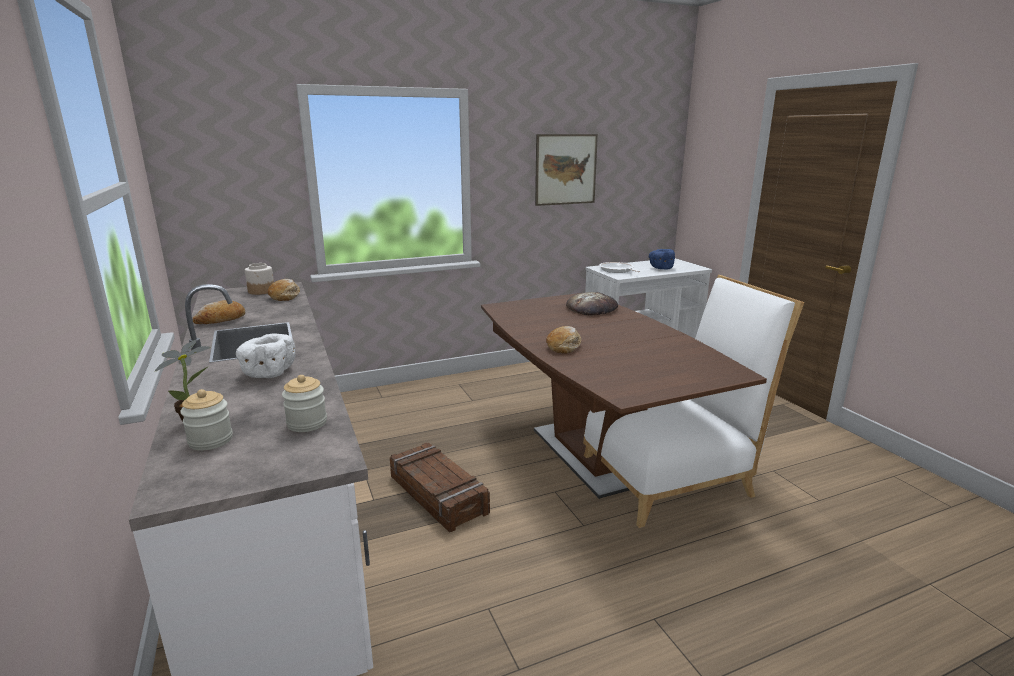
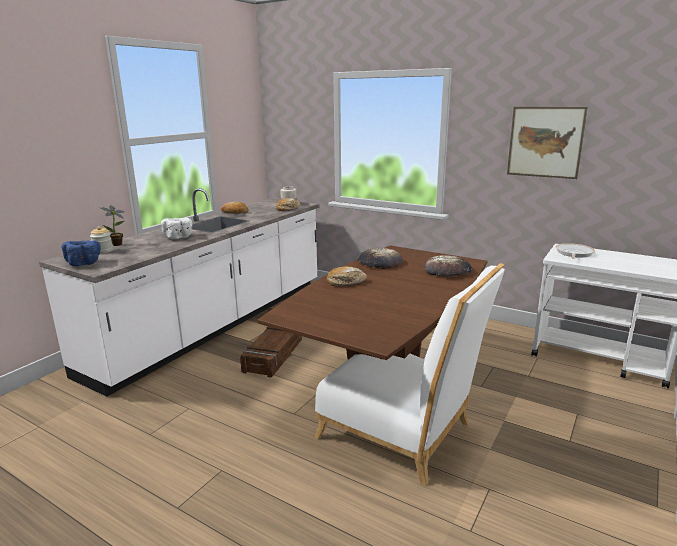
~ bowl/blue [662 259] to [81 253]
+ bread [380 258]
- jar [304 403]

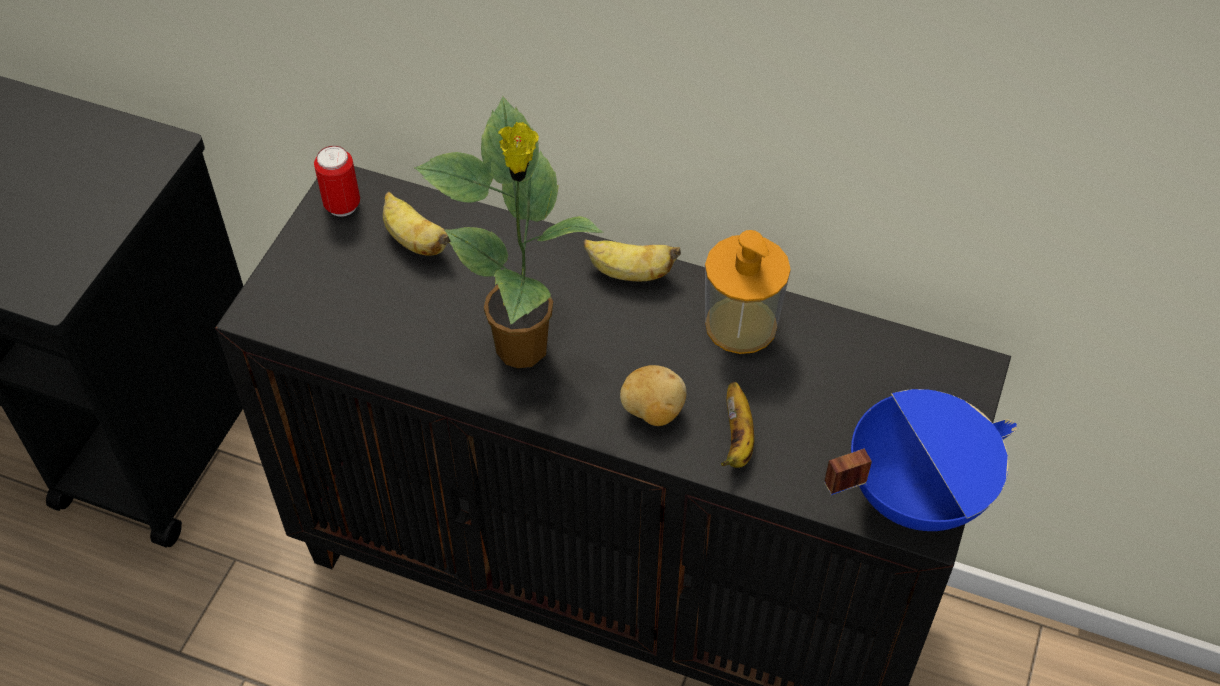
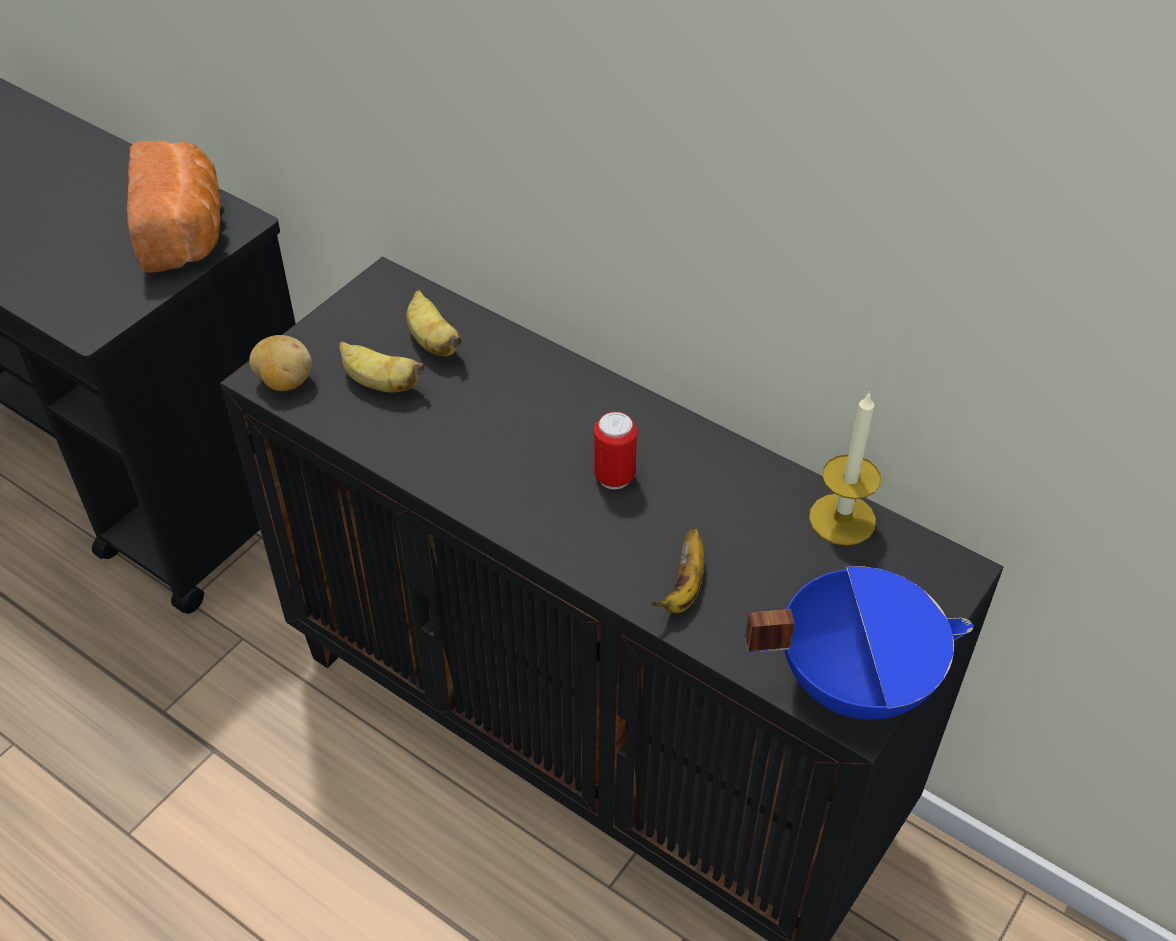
+ bread [174 207]
~ potato [653 395] to [280 363]
~ banana [632 260] to [381 366]
~ can [337 181] to [615 450]
+ candle [845 468]
- potted plant [508 232]
- soap dispenser [748 292]

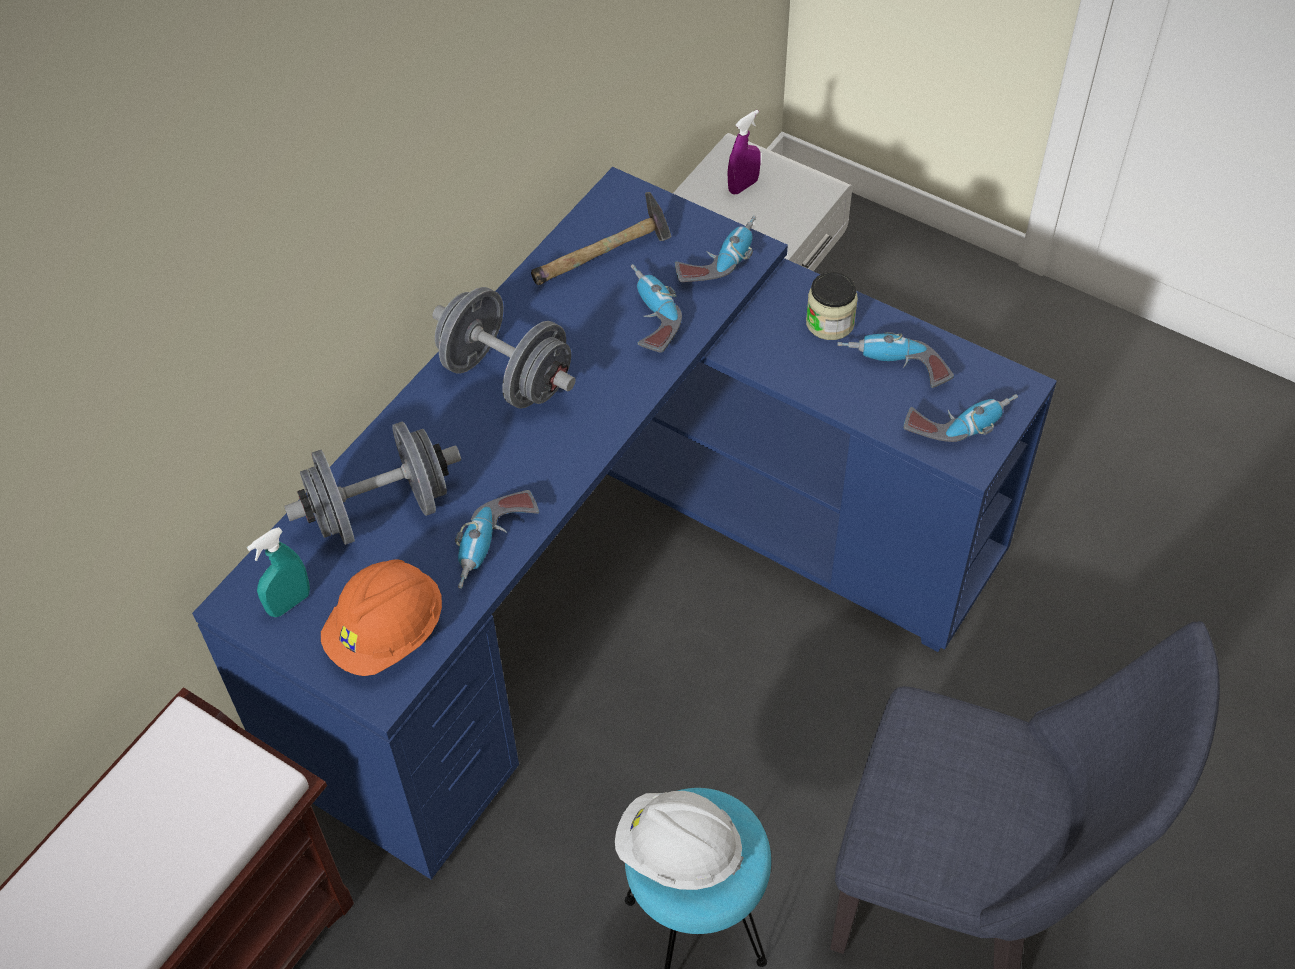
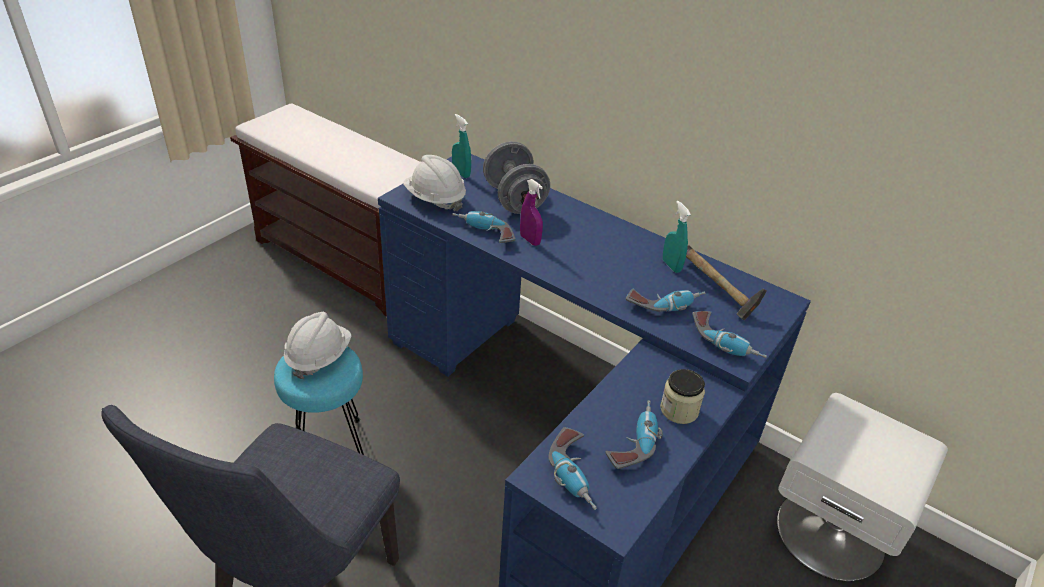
~ hard hat/orange [381 617] to hard hat/white [434 183]
~ spray bottle/purple [743 152] to [531 212]
+ spray bottle/turquoise [677 237]
- dumbbell/grey [504 348]

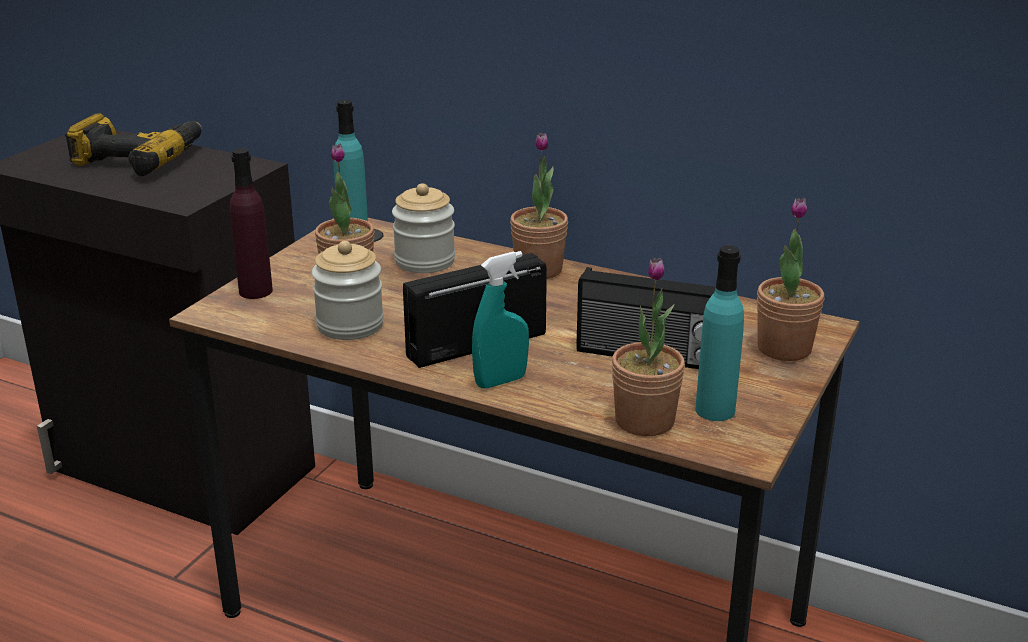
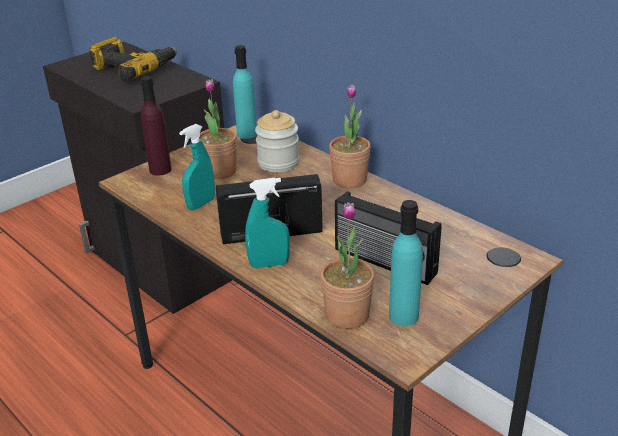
~ jar [348 290] to spray bottle/turquoise [197 167]
- potted plant [790 279]

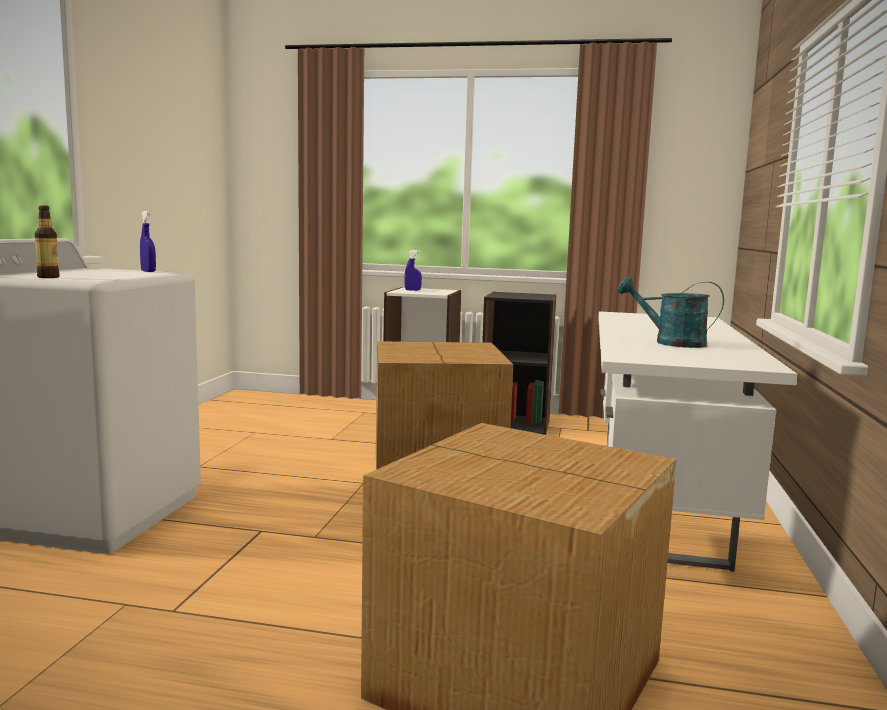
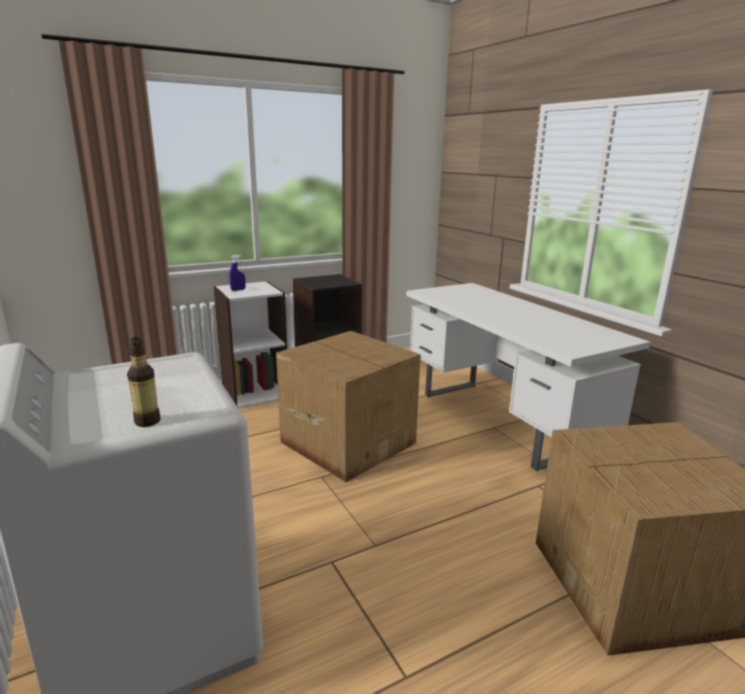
- spray bottle/blue [148 241]
- watering can/turquoise [671 312]

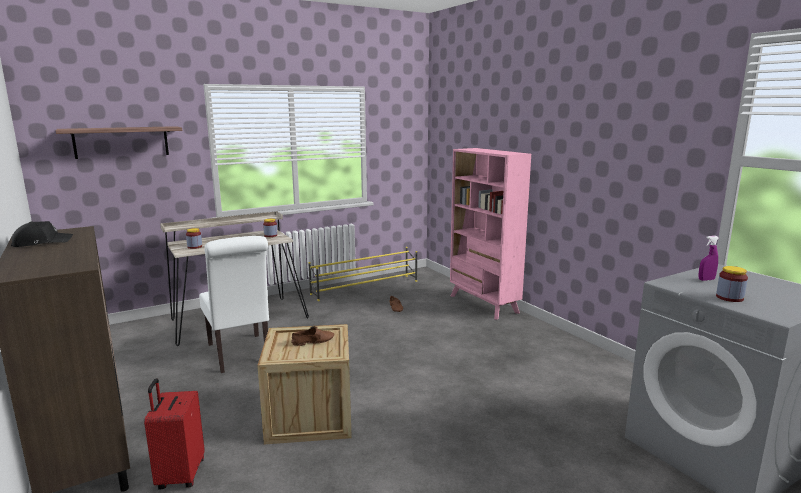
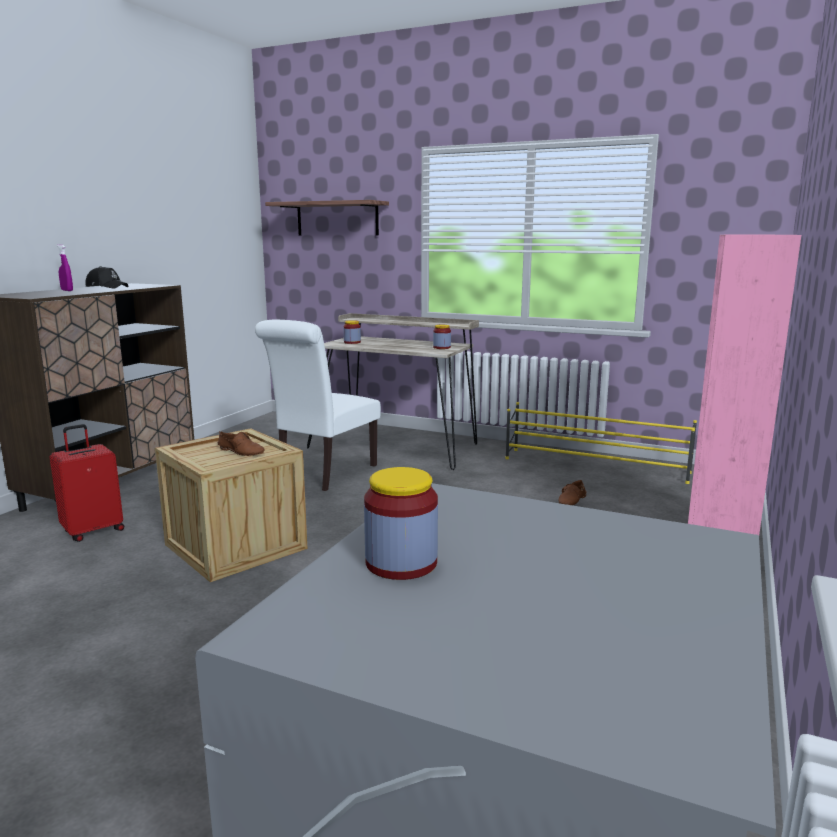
~ spray bottle/purple [708 258] to [65 268]

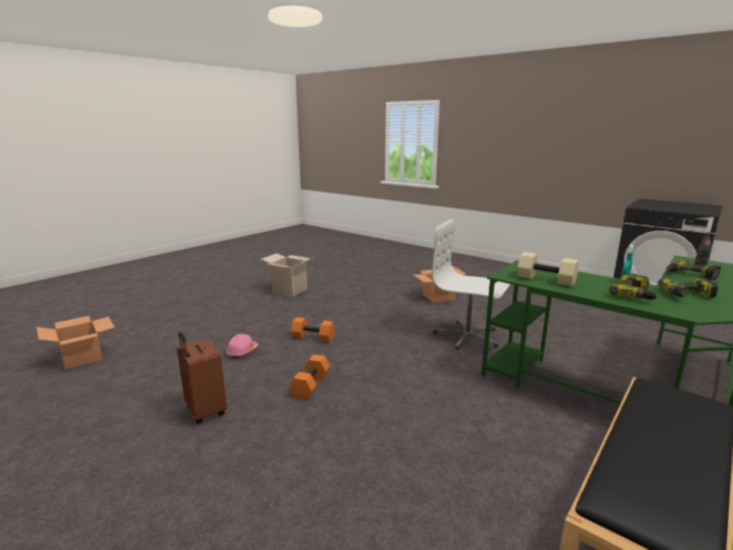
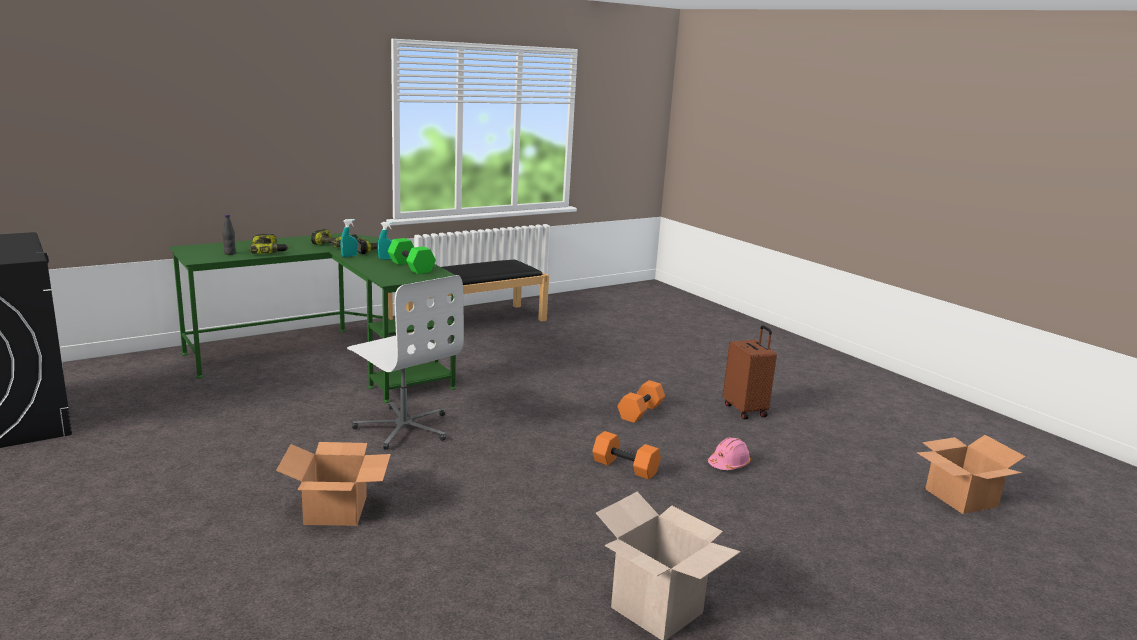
+ spray bottle/turquoise [385 240]
~ dumbbell/beige [548 269] to dumbbell/green [412 256]

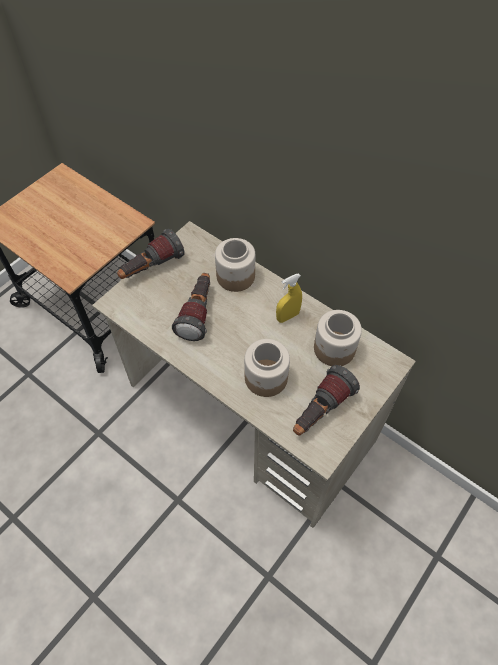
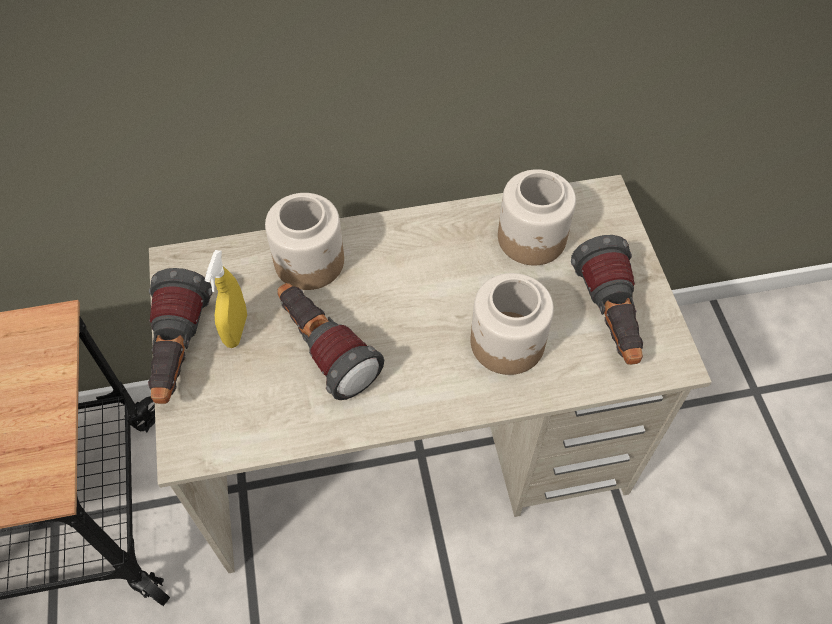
~ spray bottle/yellow [289 298] to [226 299]

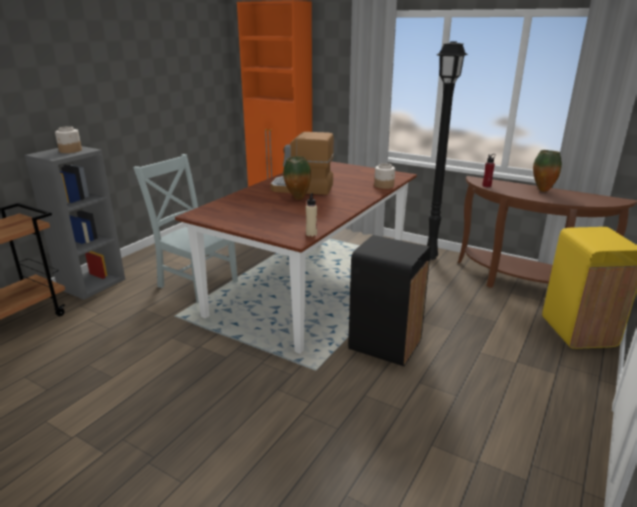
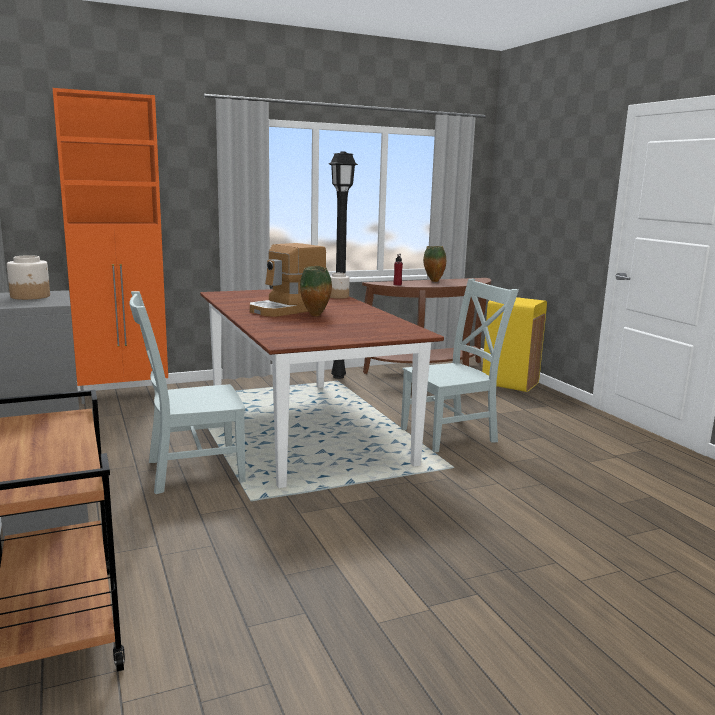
~ trash can/black [390 300] to chair/grey [460 366]
- bottle/beige [311 215]

